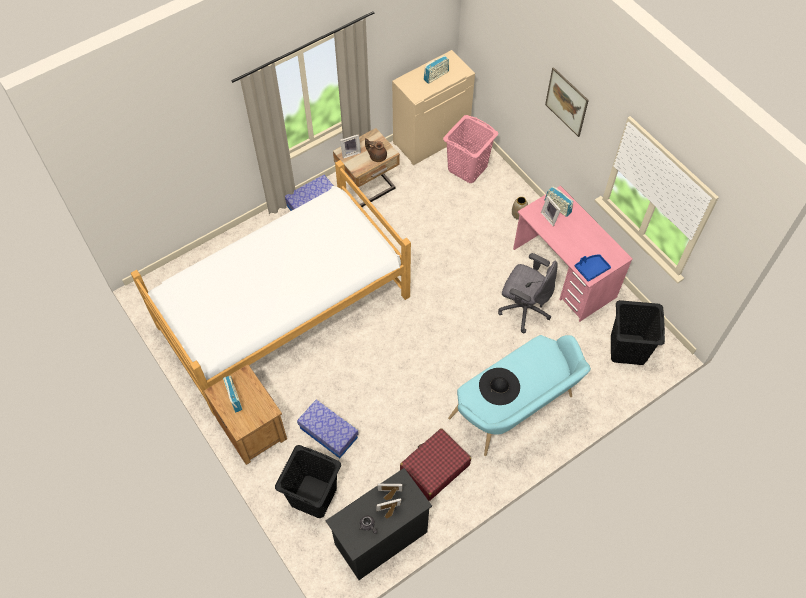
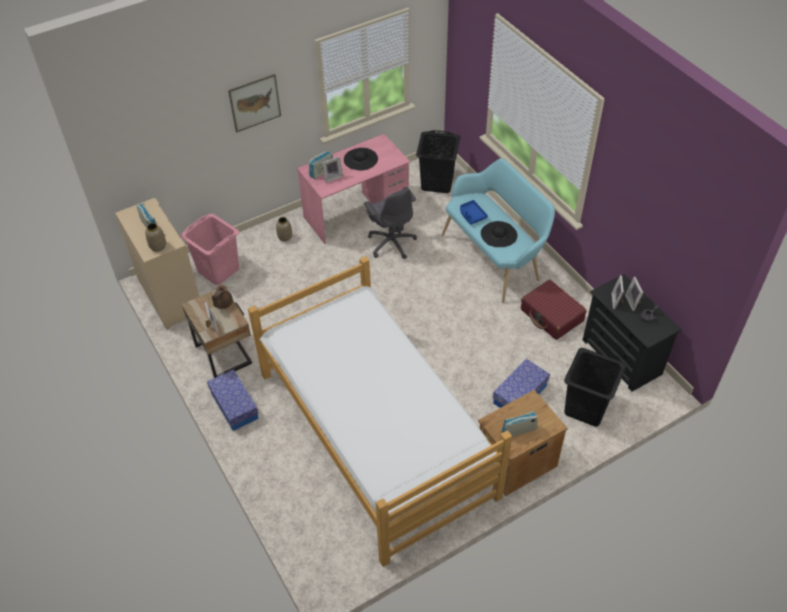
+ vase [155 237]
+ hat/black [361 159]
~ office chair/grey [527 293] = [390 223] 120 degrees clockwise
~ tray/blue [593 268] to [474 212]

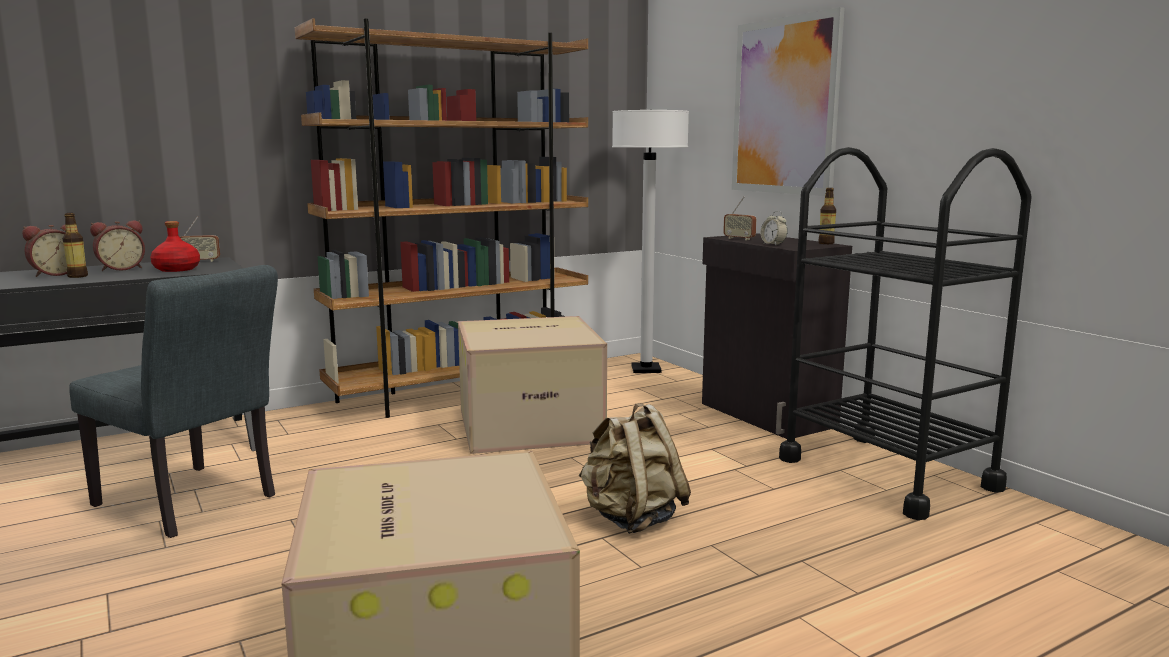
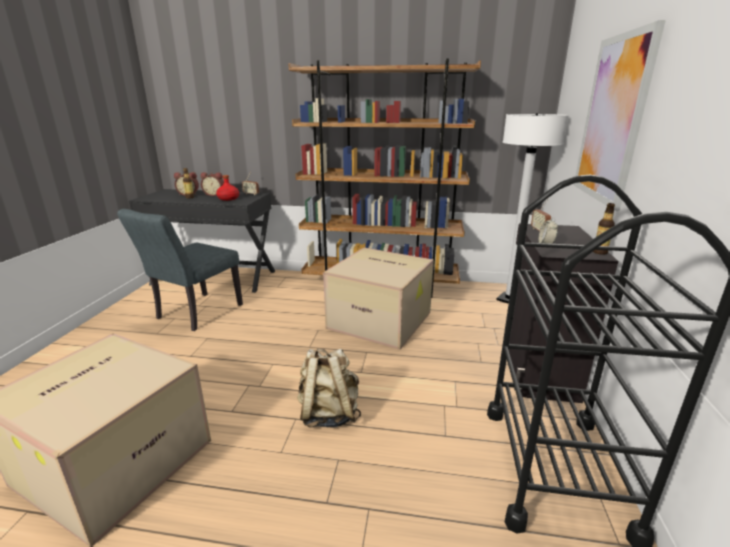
~ chair/grey [173 401] = [180 270] 45 degrees clockwise

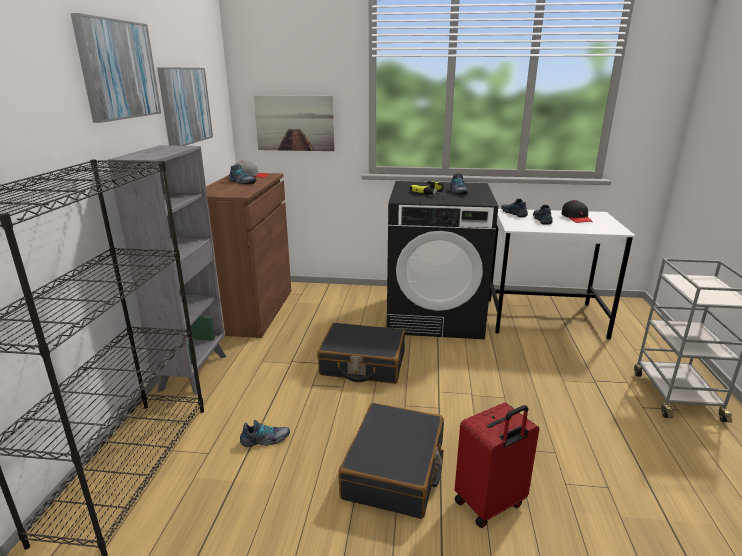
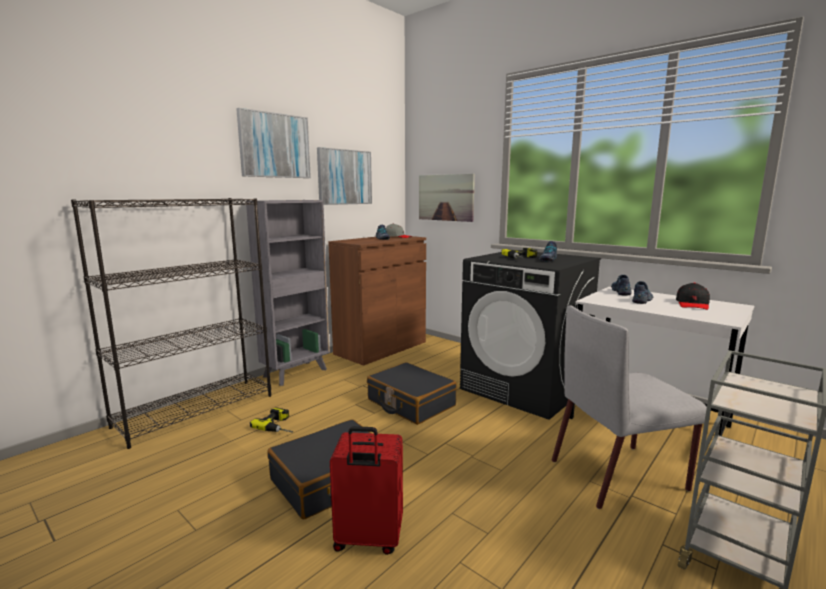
~ shoe [265 433] to power drill [271 420]
+ chair/grey [631 407]

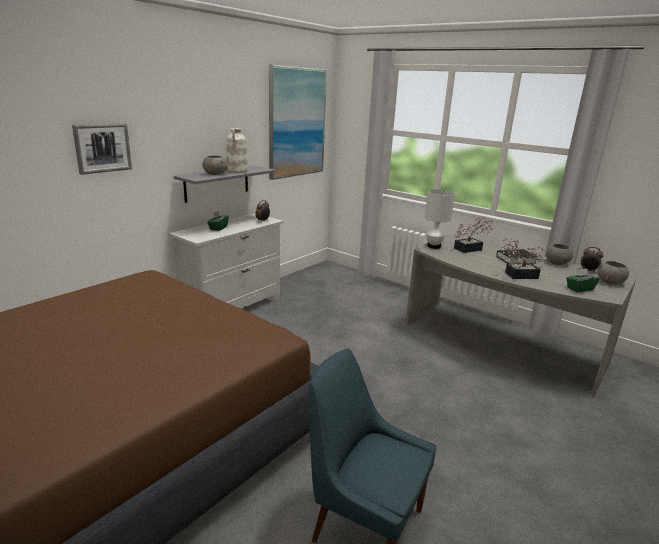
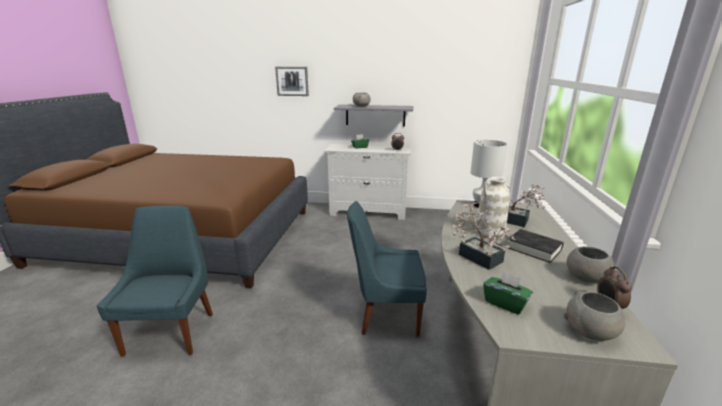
+ chair/blue [387 269]
~ vase/white [237 150] to [492 208]
- picture [298 122]

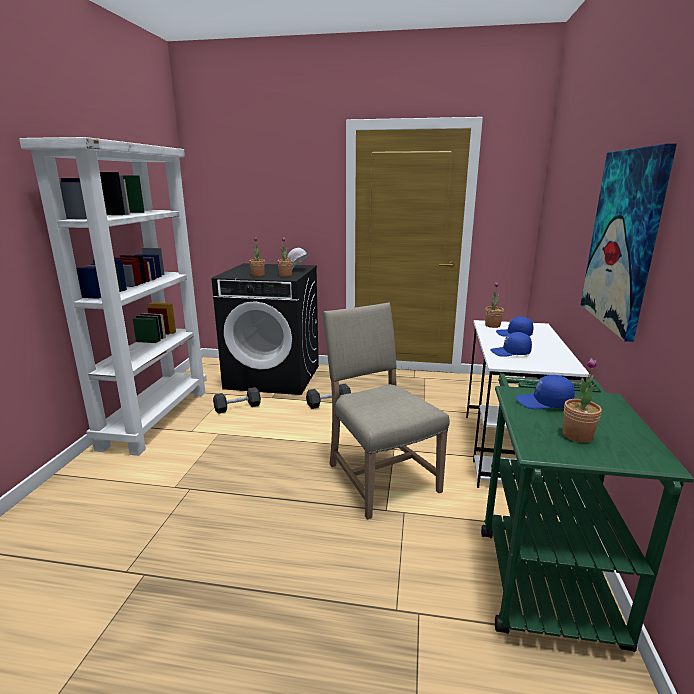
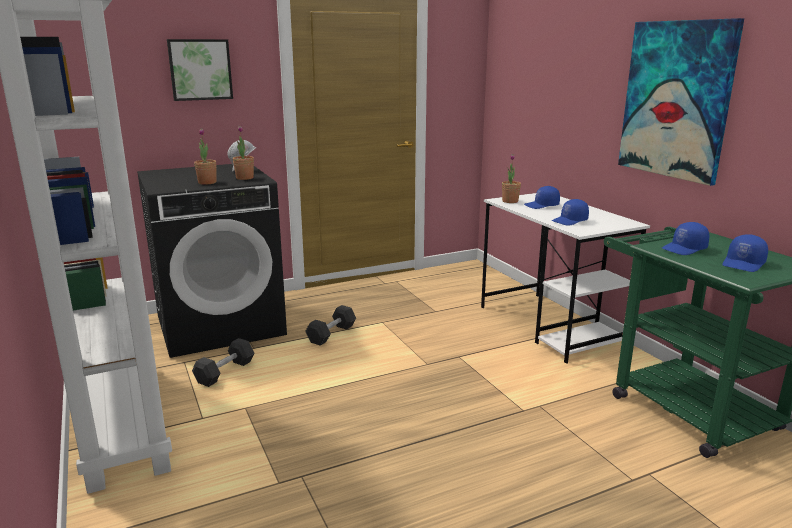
+ picture [200 70]
~ potted plant [582 400] to cap/blue [745 253]
- chair/beige [386 411]

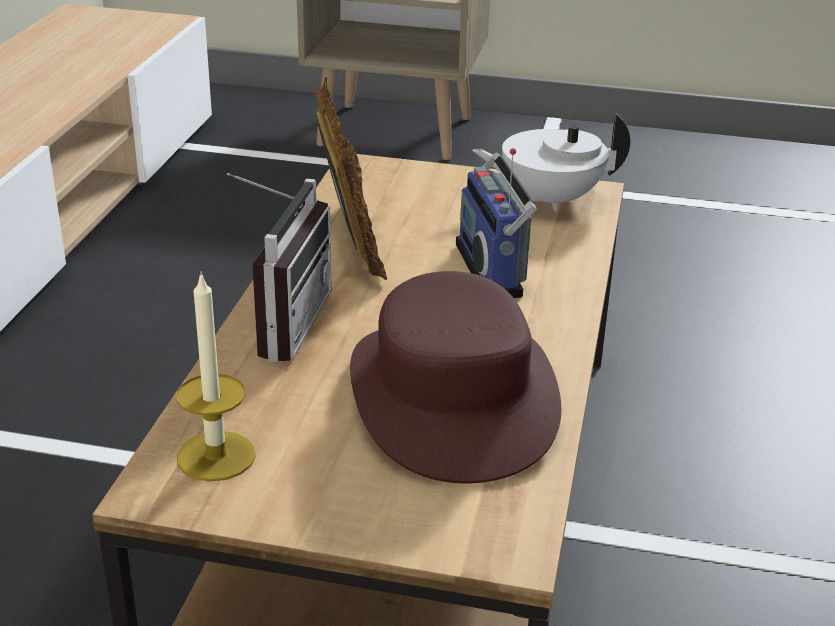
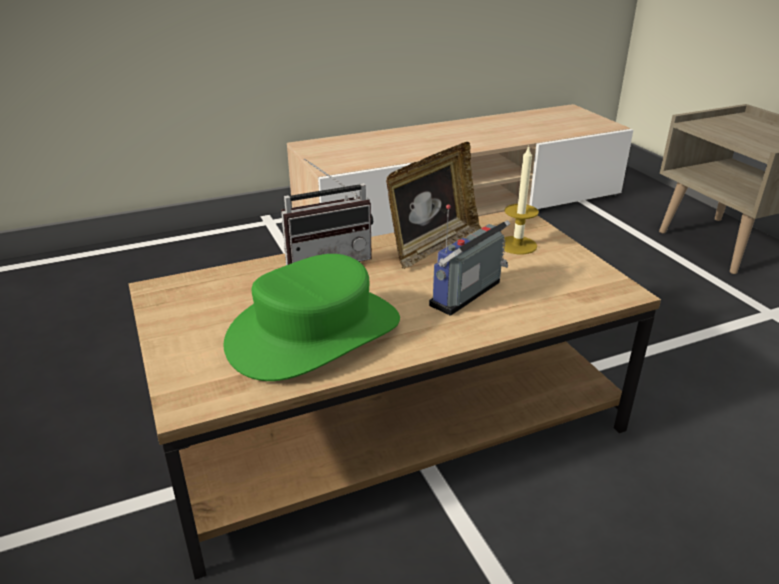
~ hat/brown [455 377] to hat/green [312 317]
~ candle [216 376] to [521 200]
- teapot/white [551 162]

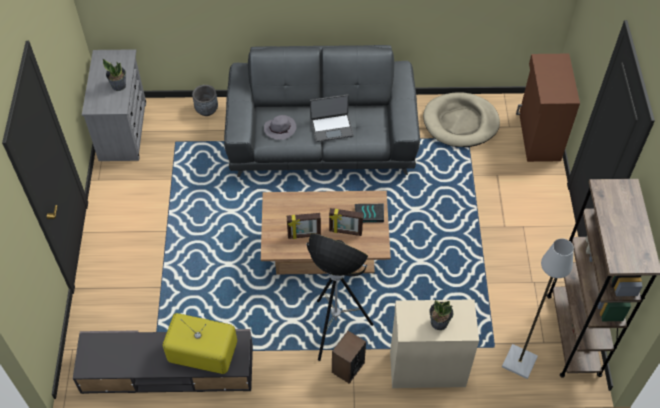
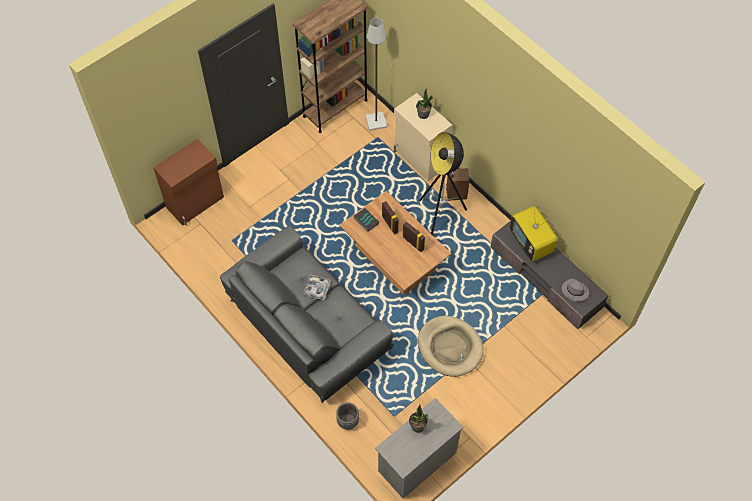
~ laptop [332 118] to tray [317 287]
~ dog bed/beige [461 119] to [451 346]
~ hat/grey [280 127] to [575 290]

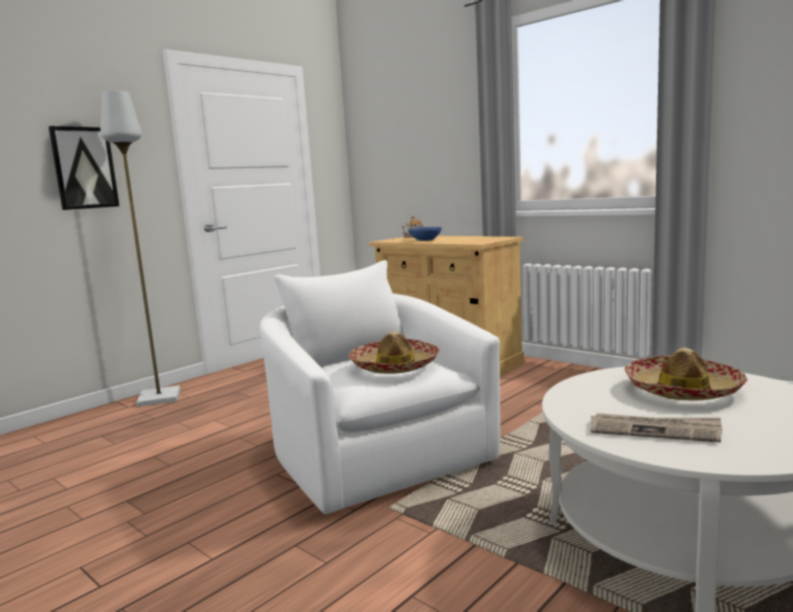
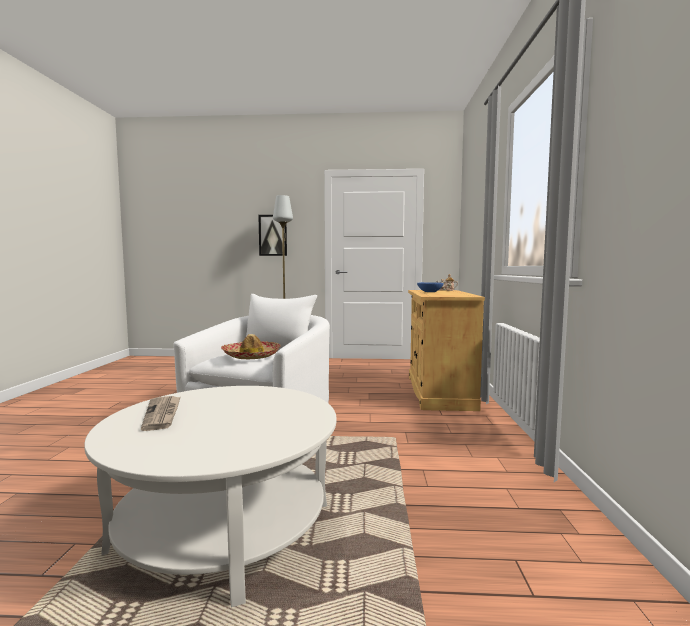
- hat [686 374]

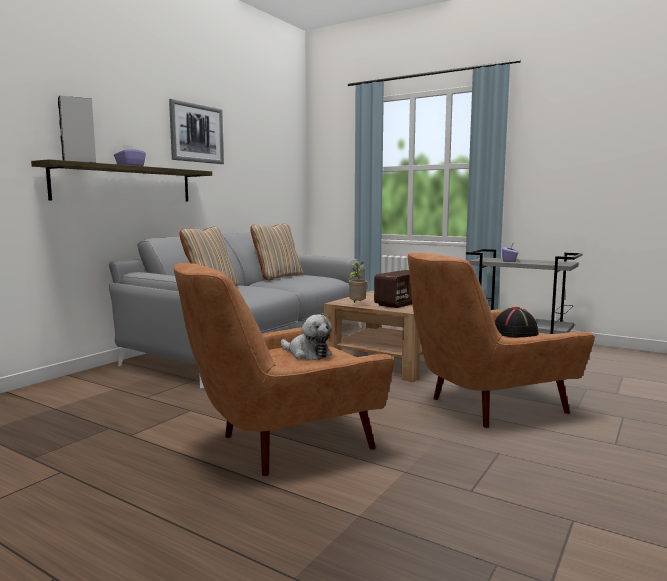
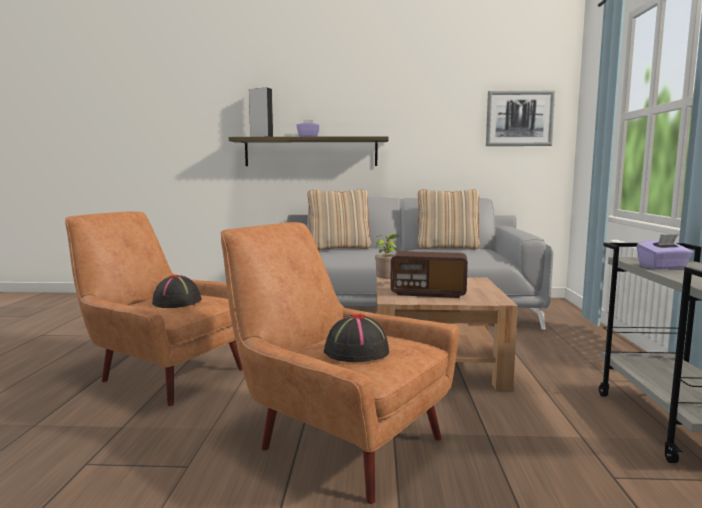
~ plush toy [306 337] to hat/black [177 291]
~ picture [196 131] to [520 118]

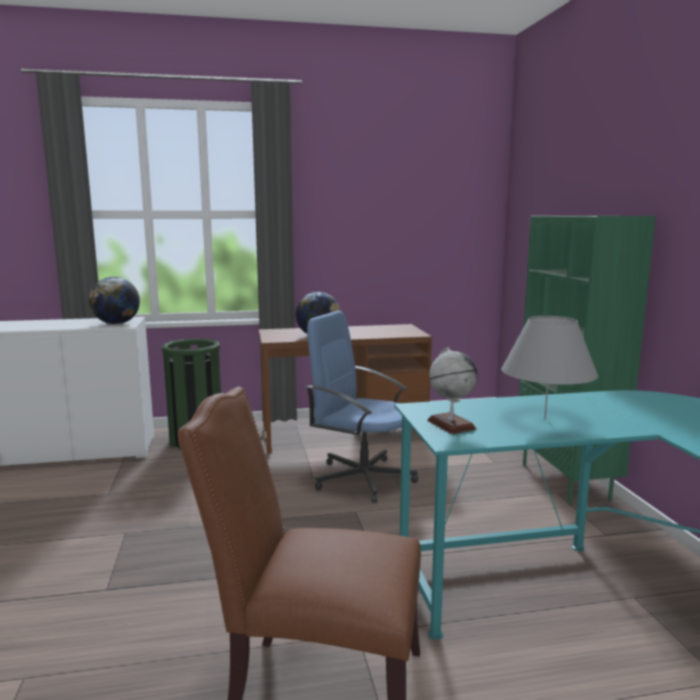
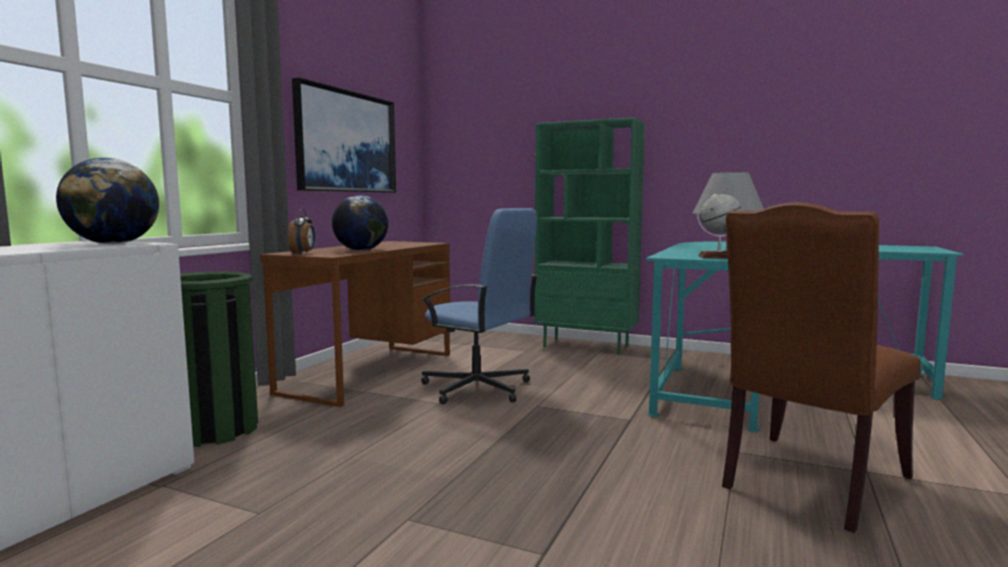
+ alarm clock [301 231]
+ picture [344 135]
~ office chair/blue [362 407] = [479 306] 120 degrees counterclockwise

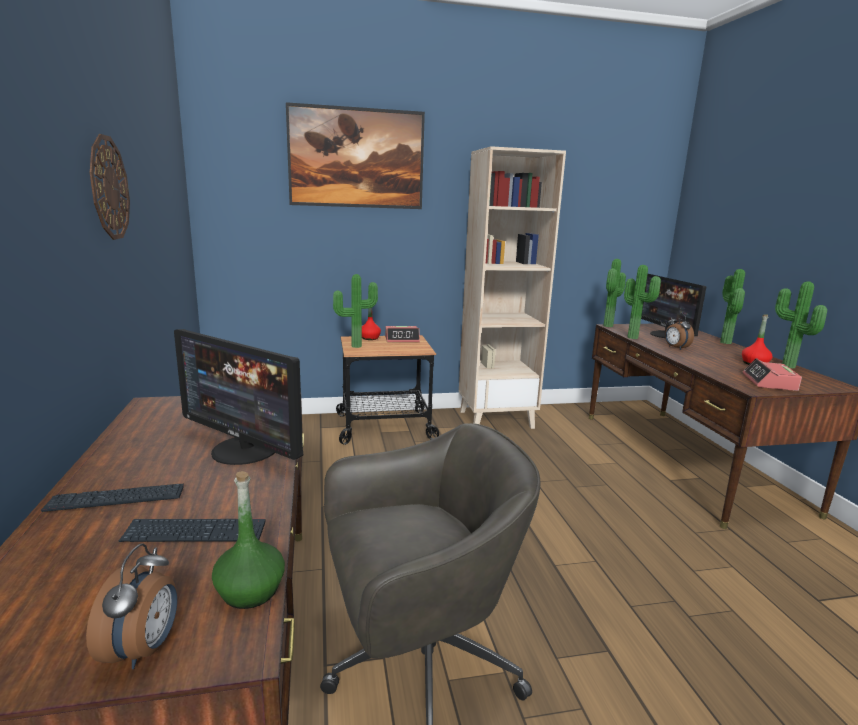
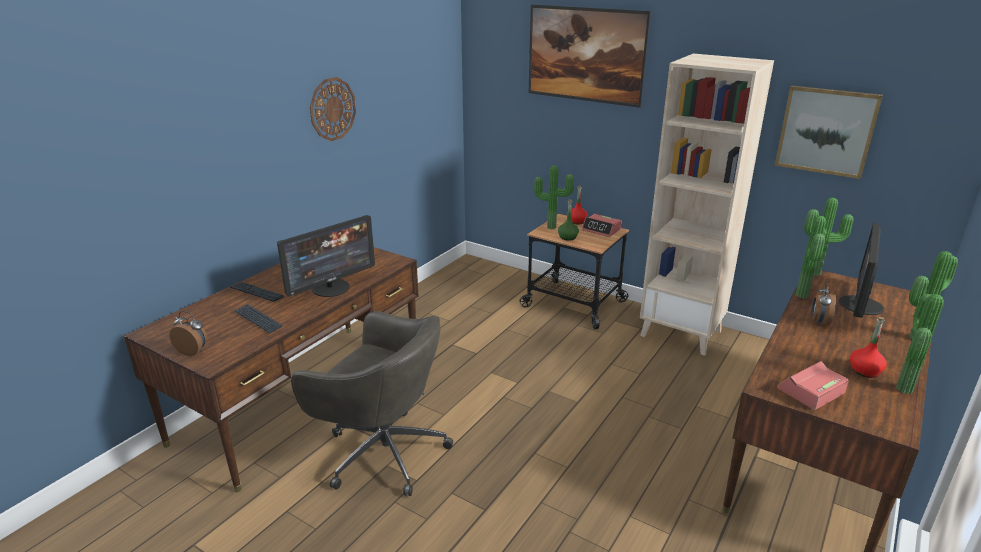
~ alarm clock [131 606] = [188 333] 120 degrees counterclockwise
~ monitor [238 397] = [326 256] 120 degrees counterclockwise
~ bottle/green [248 540] to [568 220]
+ picture [829 132]

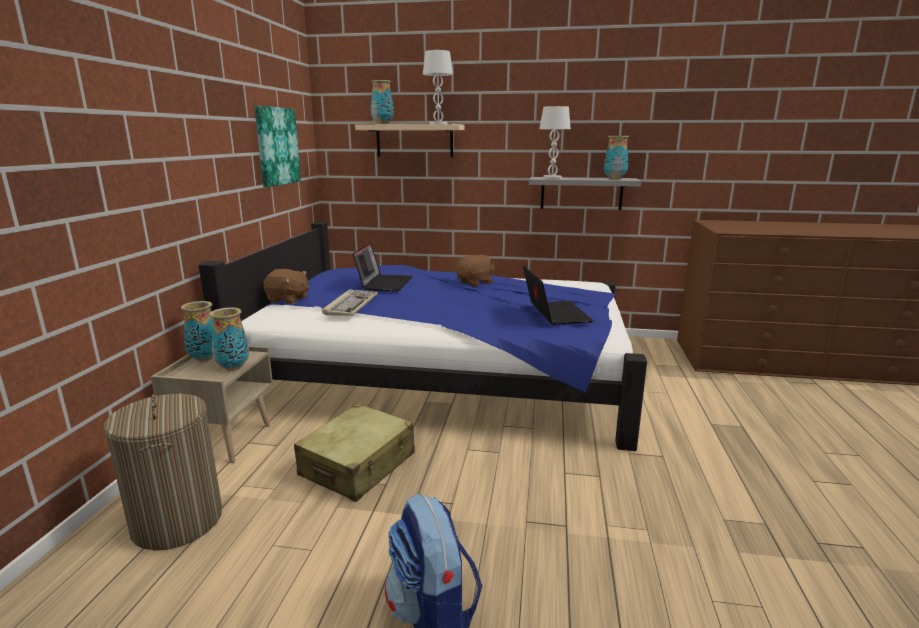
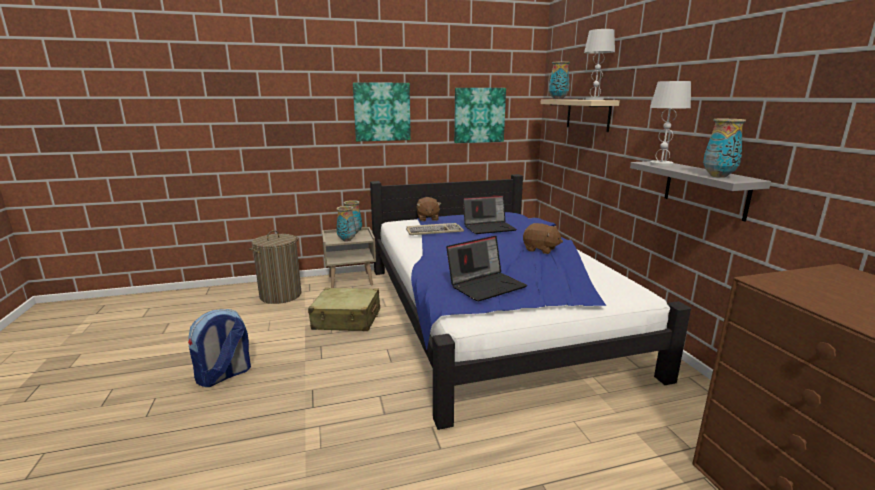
+ picture [382 111]

